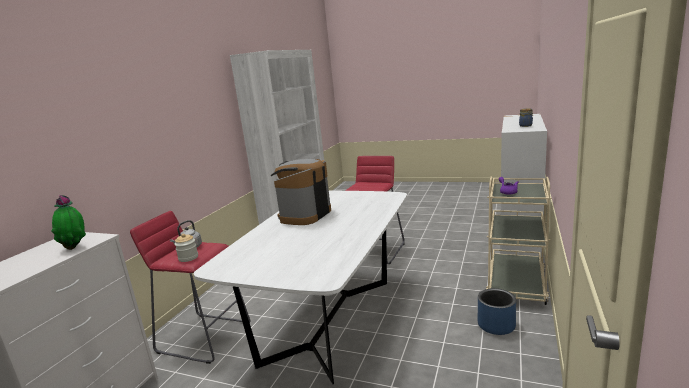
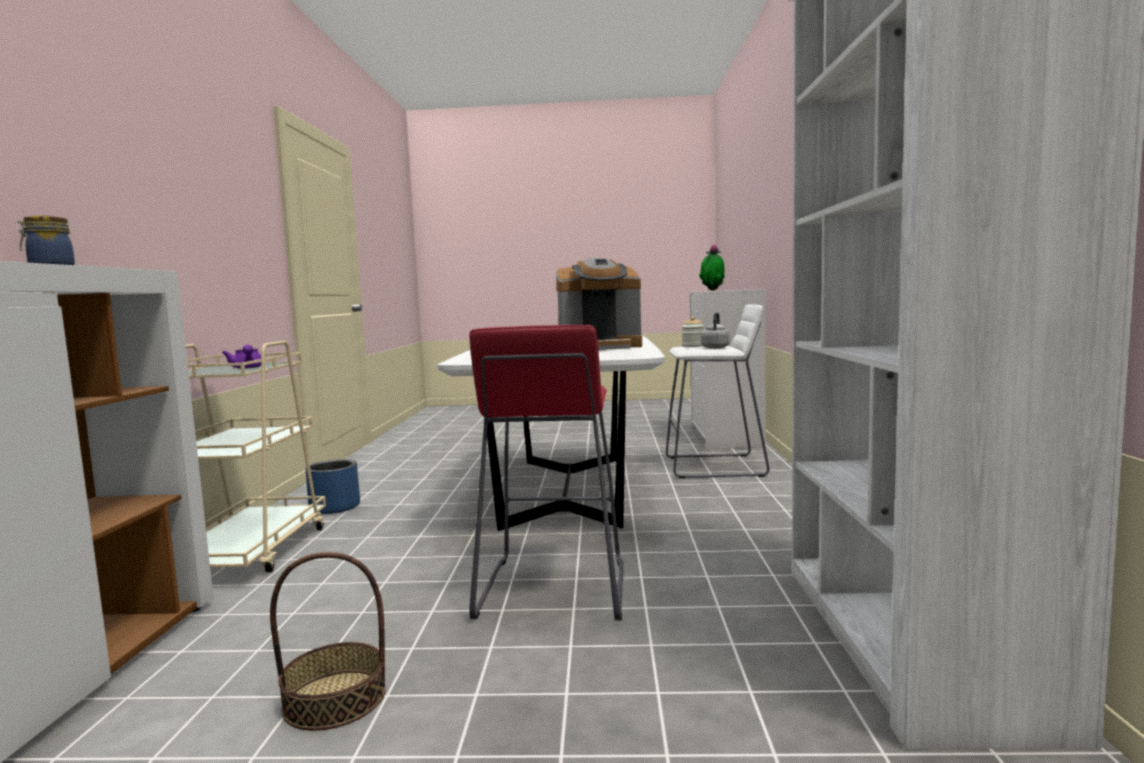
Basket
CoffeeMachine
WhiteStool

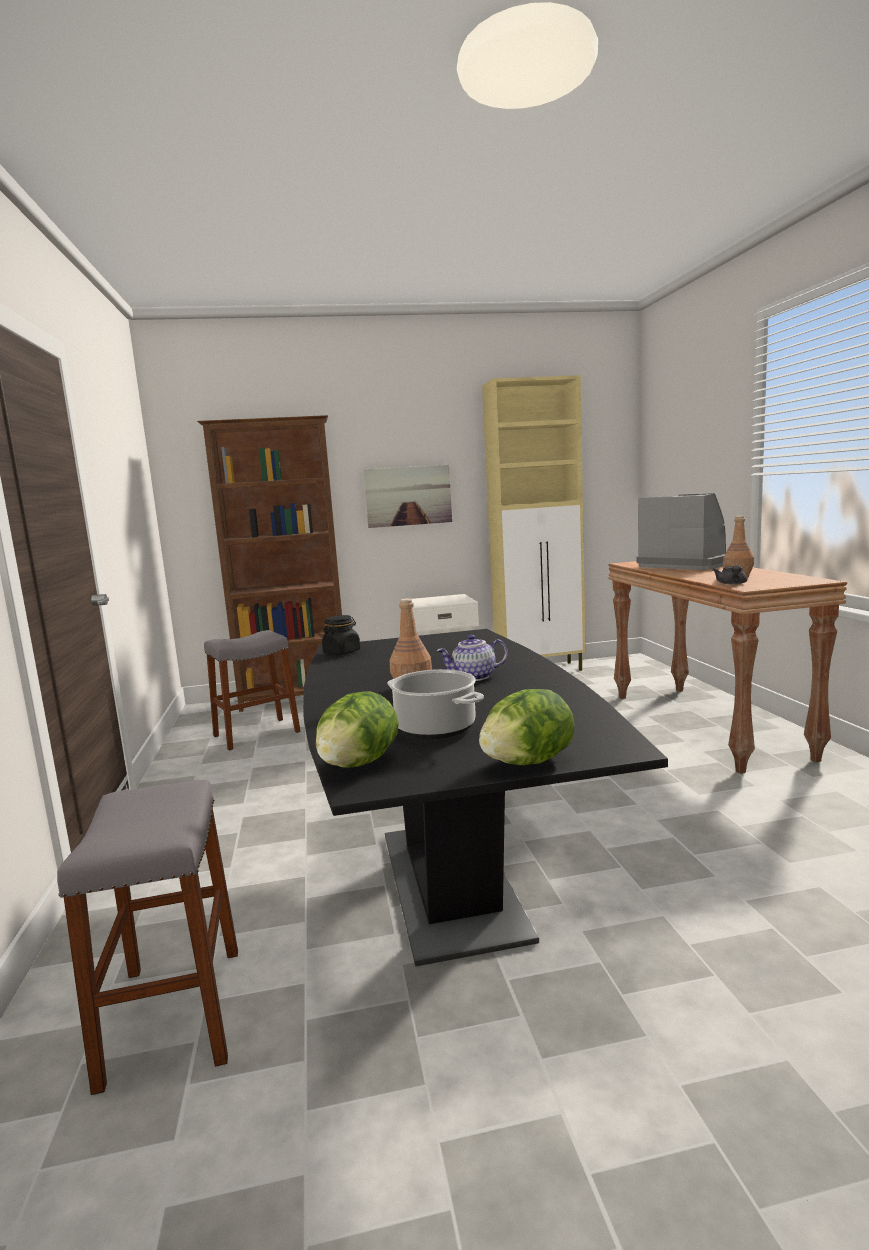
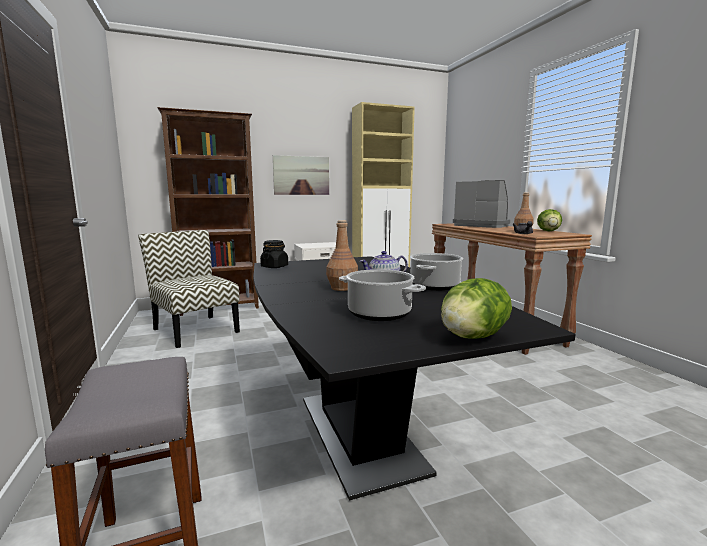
Chair
CookingPot (no. 2 from left)
Lettuce (no. 2 from left)

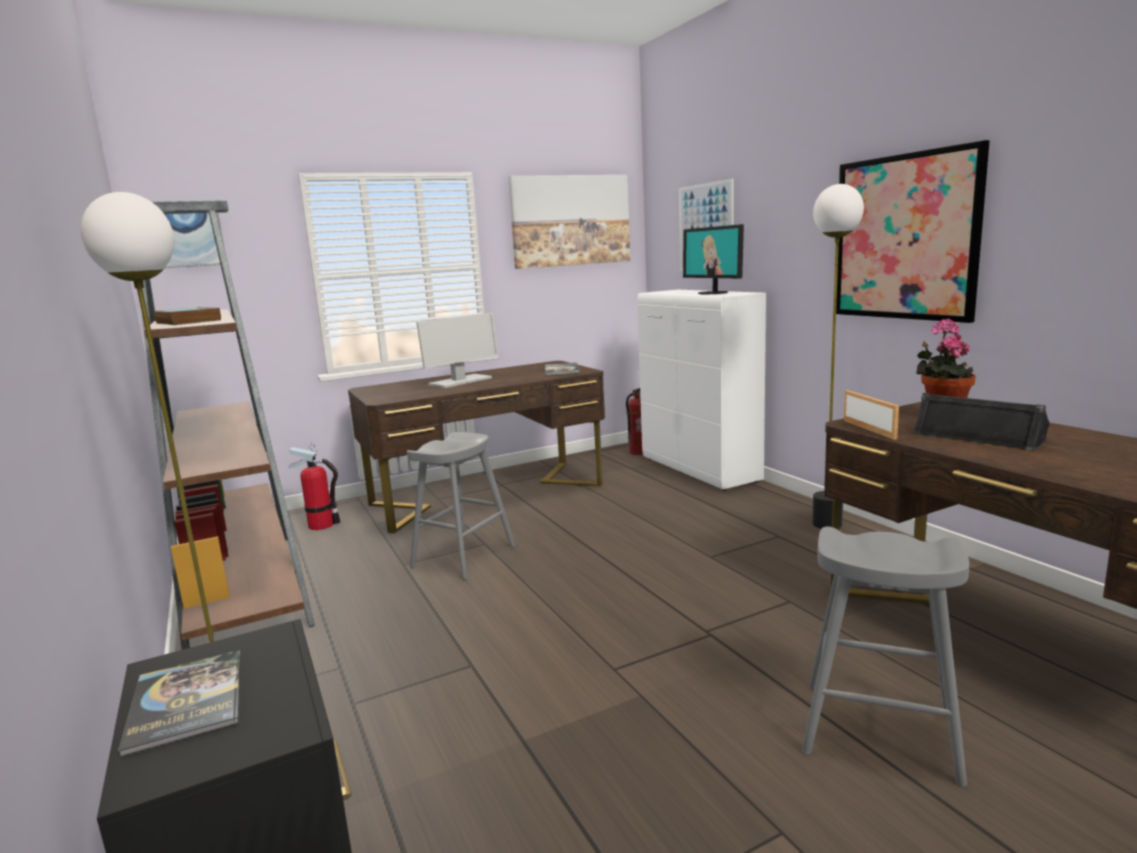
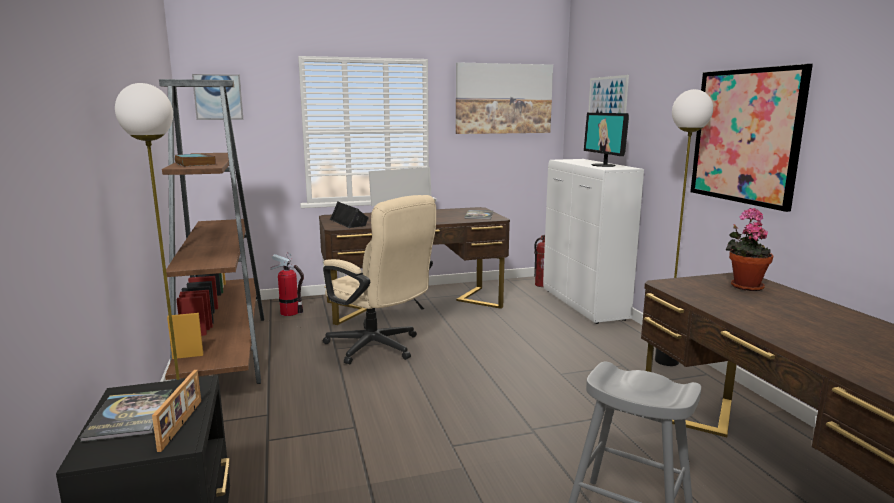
PictureFrame
BeigeOfficeChair
BlackSpeaker

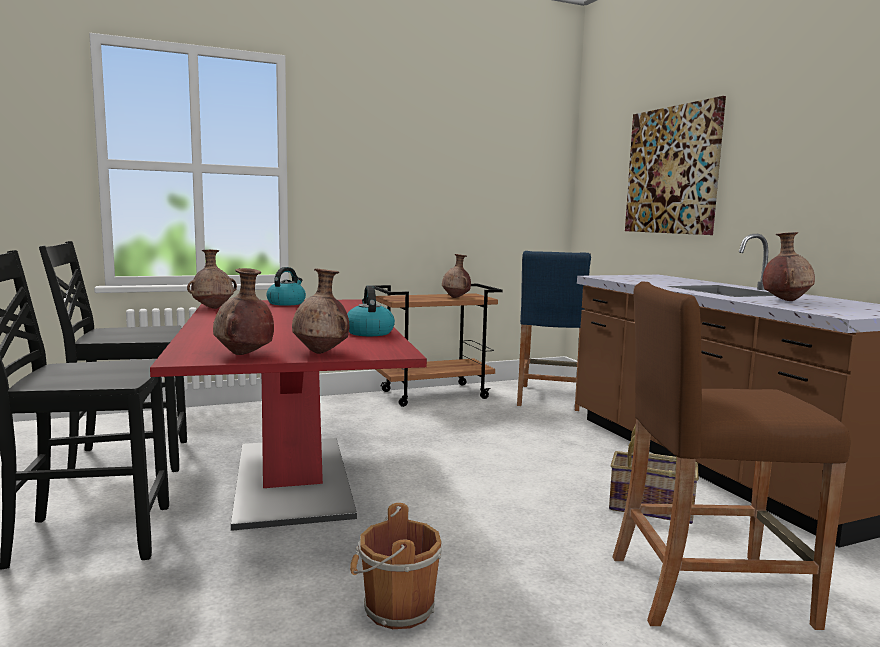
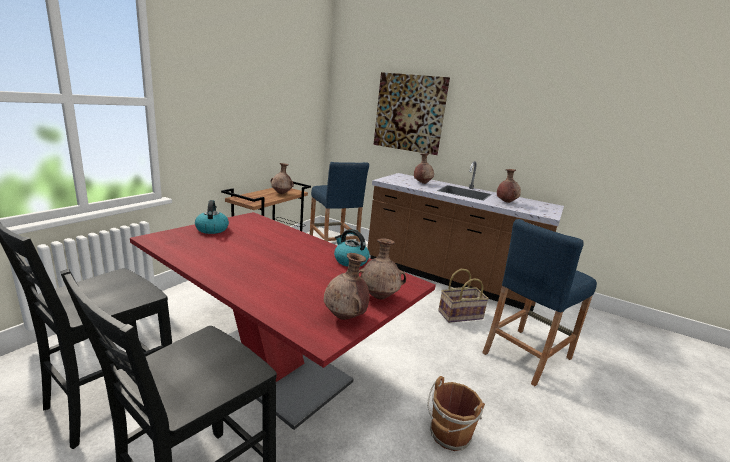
BrownVase (no. 4 from left)
BlueStool (no. 2 from left)

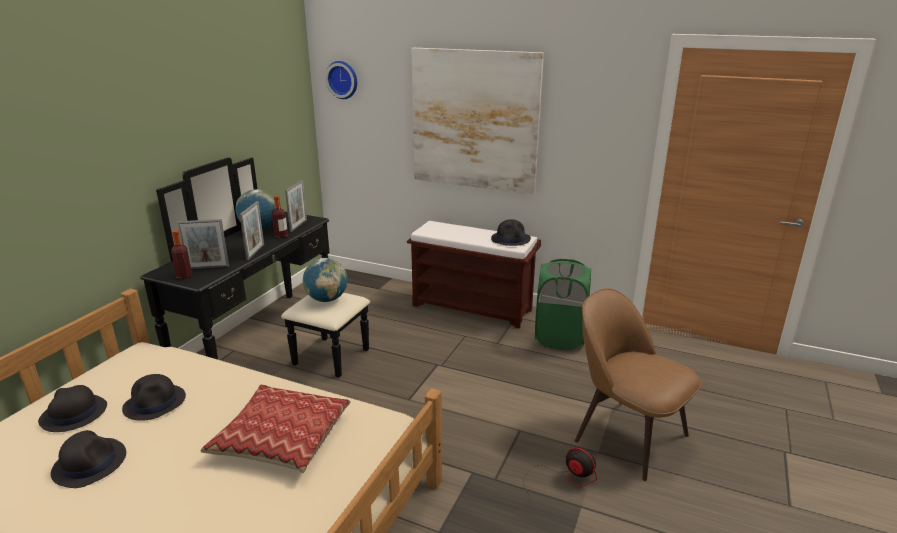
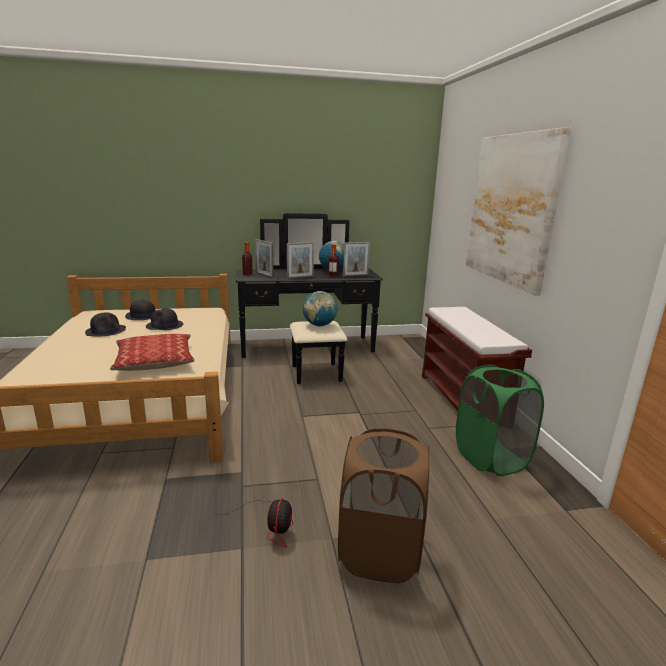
BrownLaundryBasket
WallClock
BlackHat (no. 4 from left in the first image)

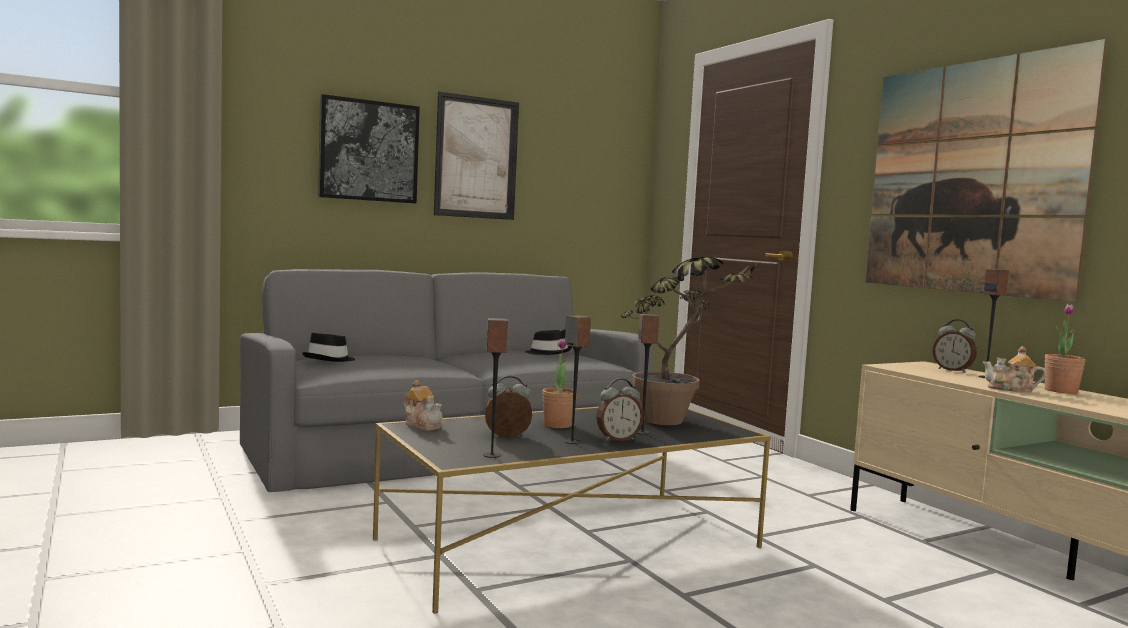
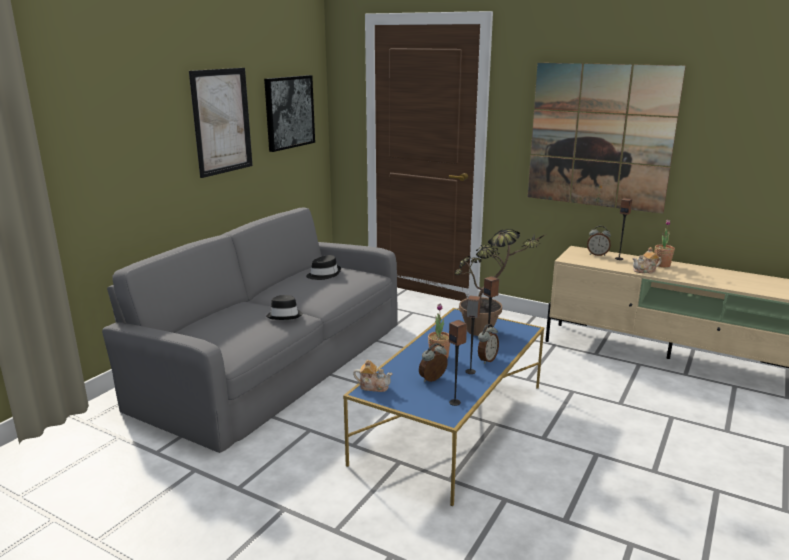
Picture (no. 2 from left)
BlackHat (no. 1 from left)
BlueCoffeeTable

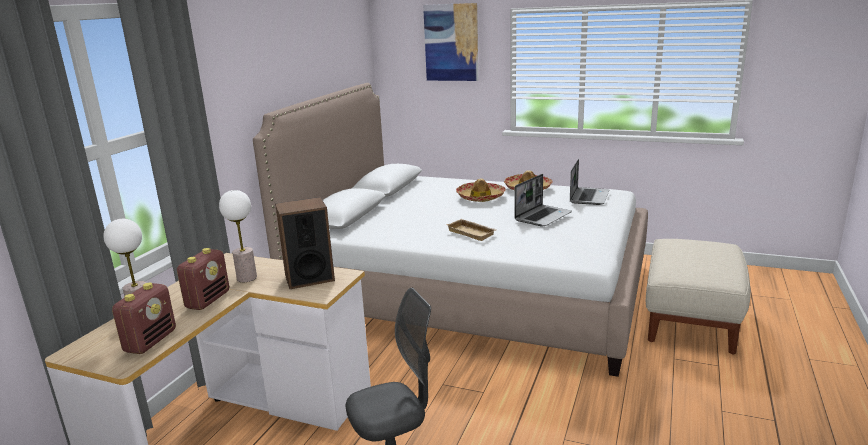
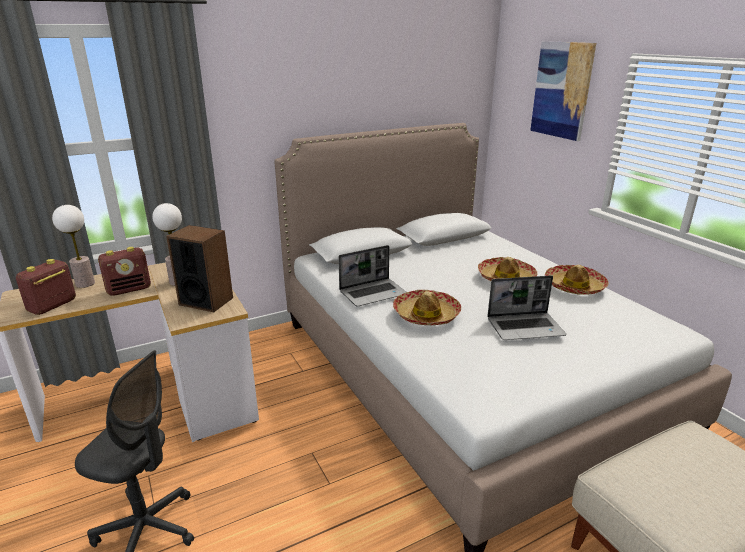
Radio (no. 1 from left)
Laptop (no. 1 from left)
Hat (no. 1 from left)

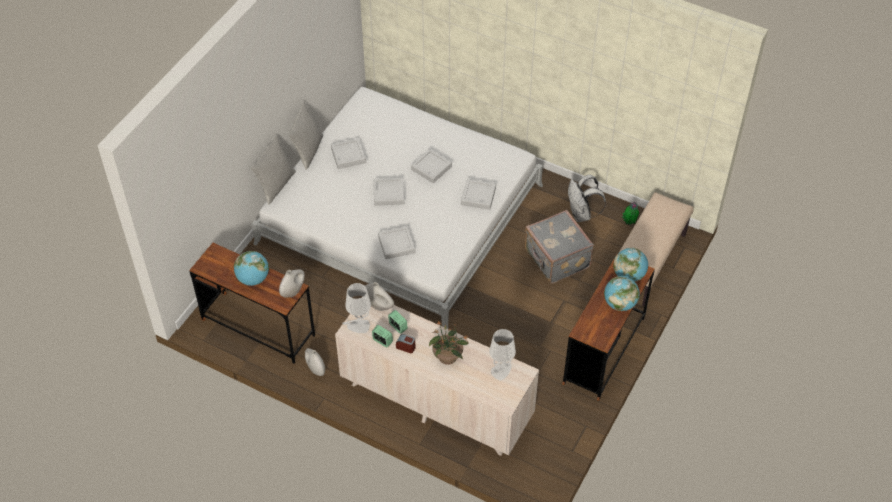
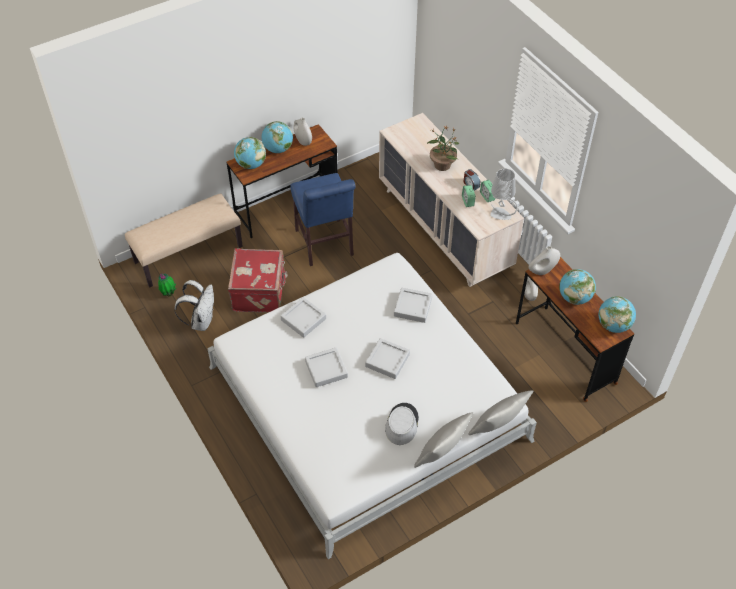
RedSuitcase
BlueChair
WhiteVase (no. 1 from left)
GreyHat
Globe (no. 4 from left)
GreyTableLamp (no. 2 from left in the first image)

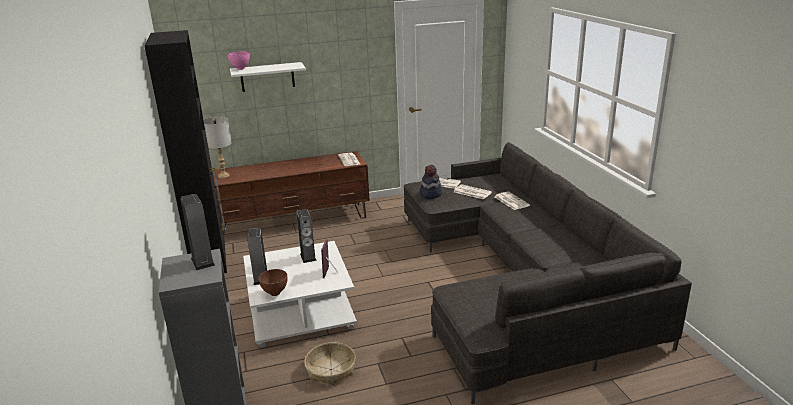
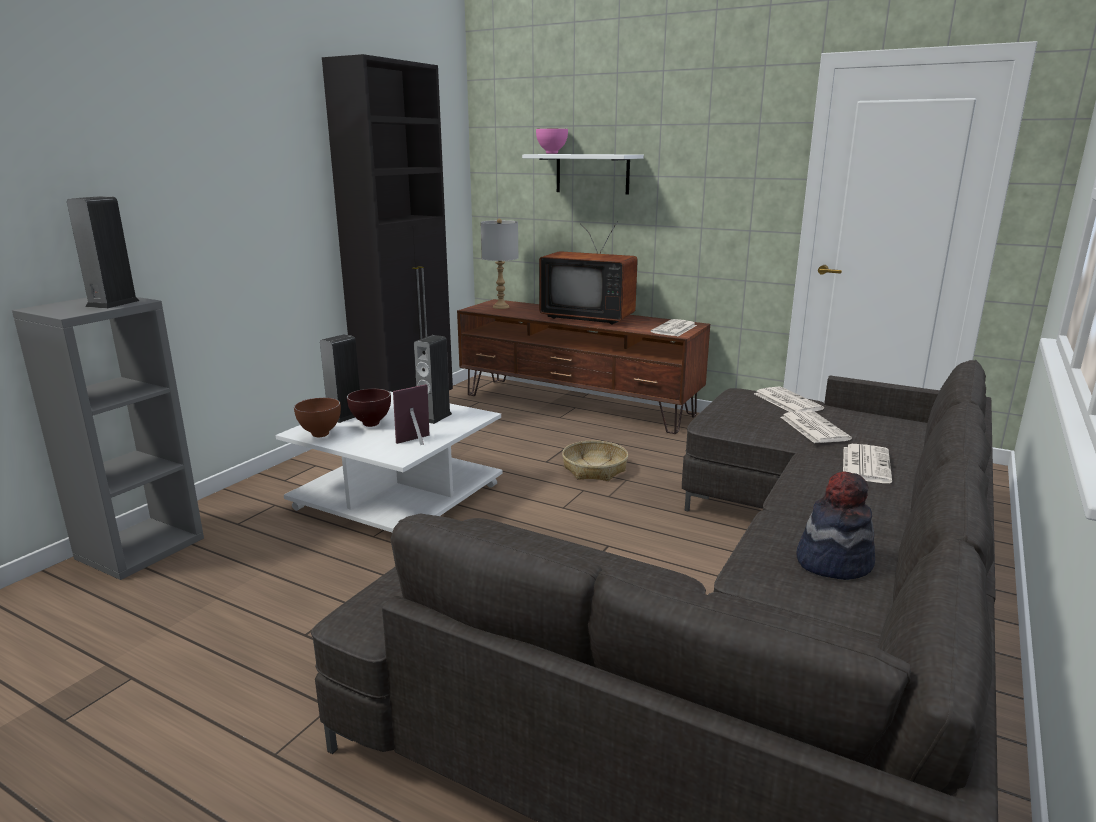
BrownBowl (no. 2 from left)
Television
Basket
Hat

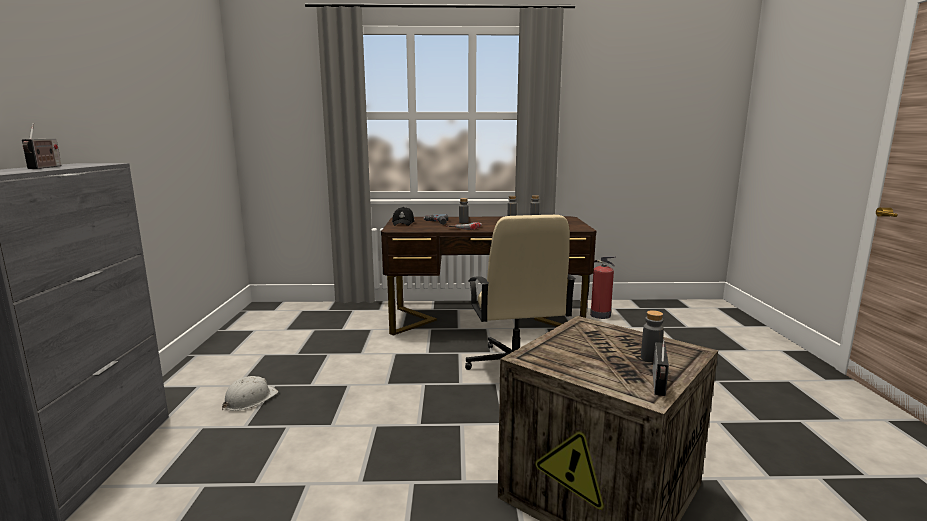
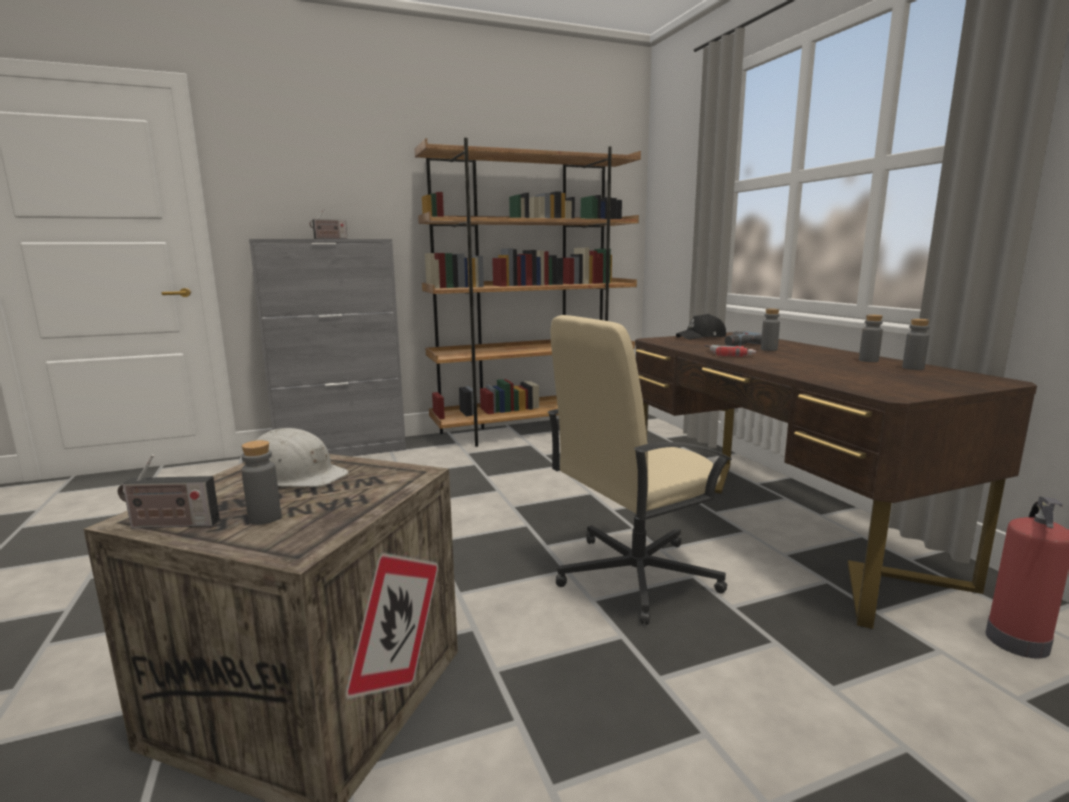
WhiteHardHat
BrownBookcase

